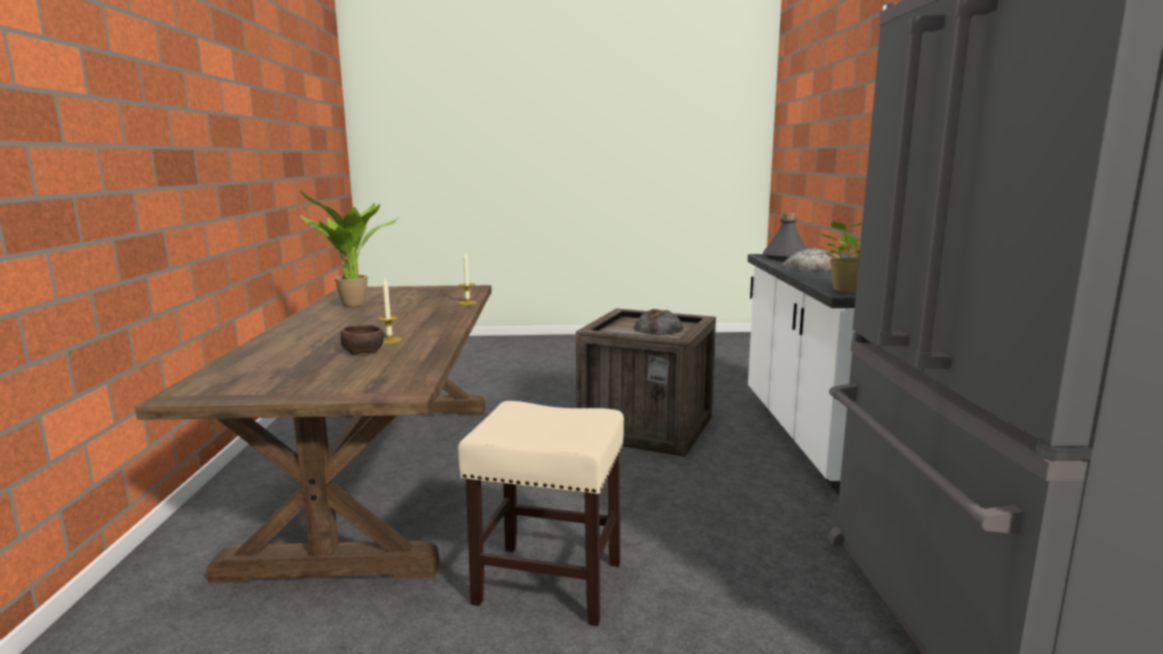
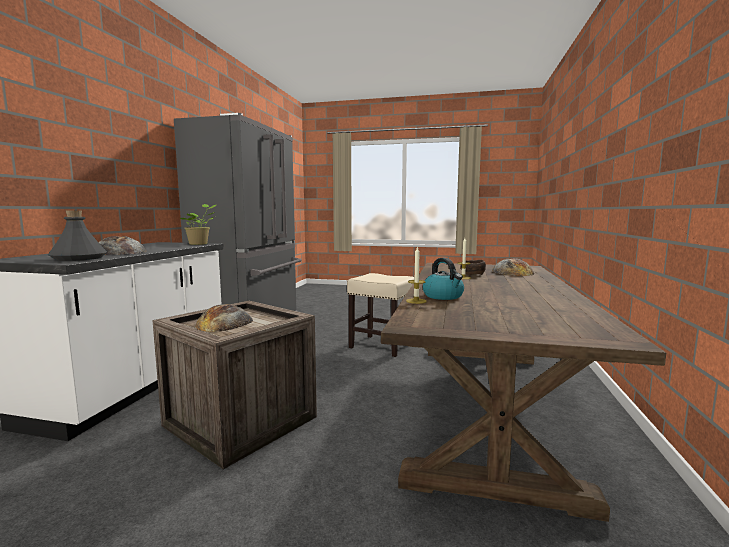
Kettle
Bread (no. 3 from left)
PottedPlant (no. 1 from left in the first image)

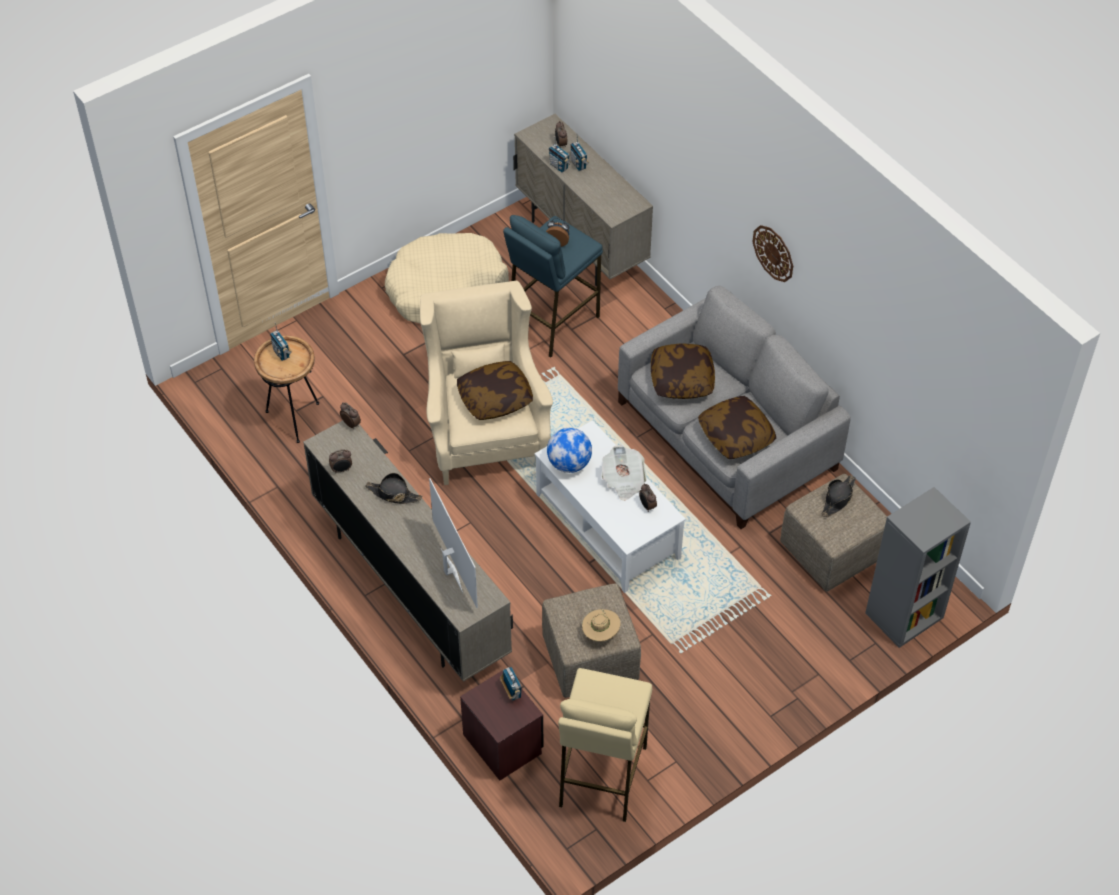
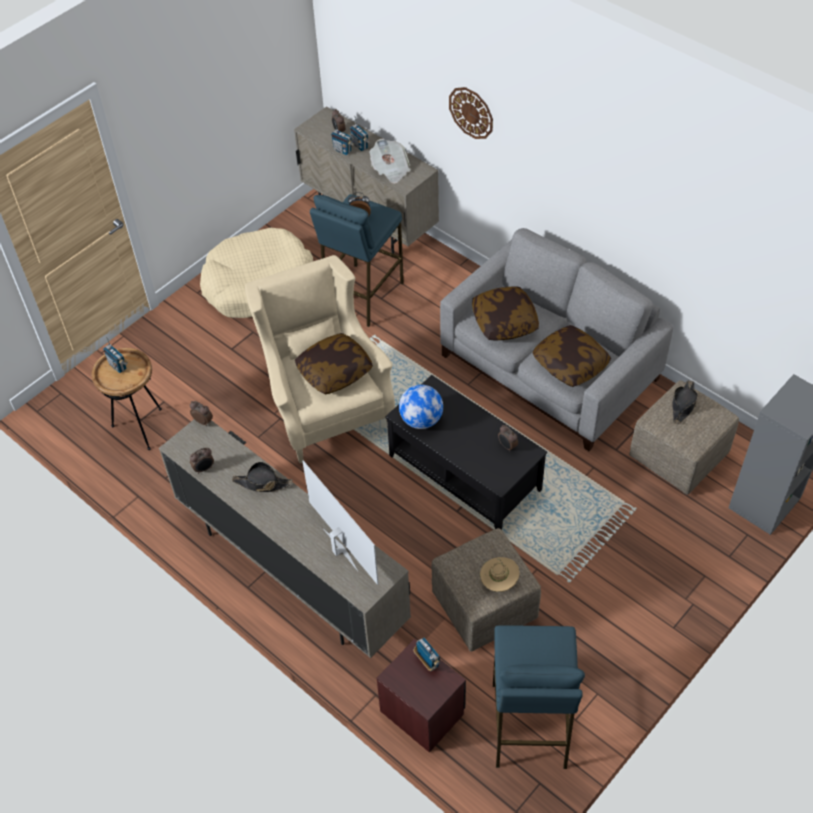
Newspaper
BlackCoffeeTable
WallClock
BlueStool (no. 2 from left)

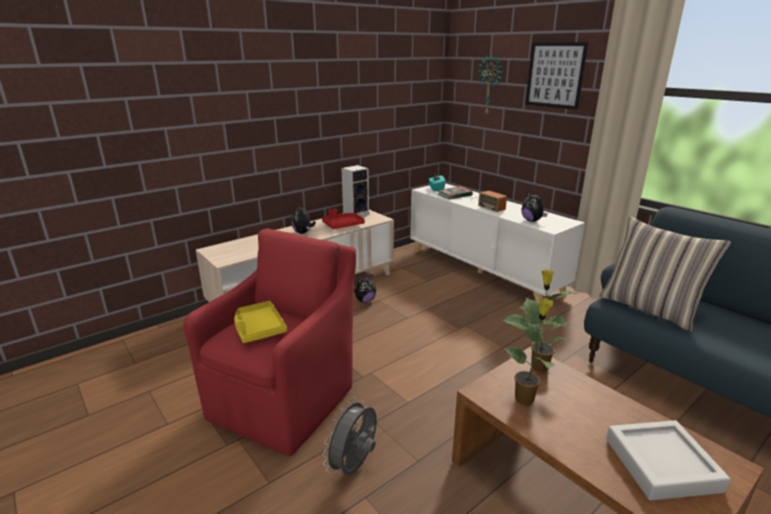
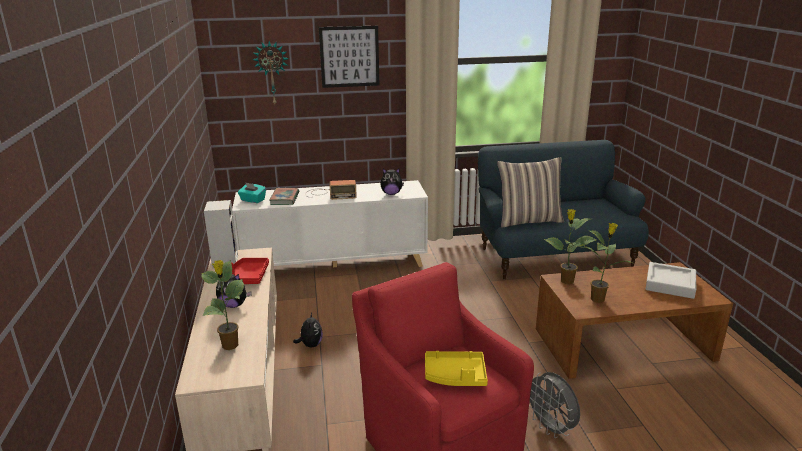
PottedPlant (no. 1 from left)

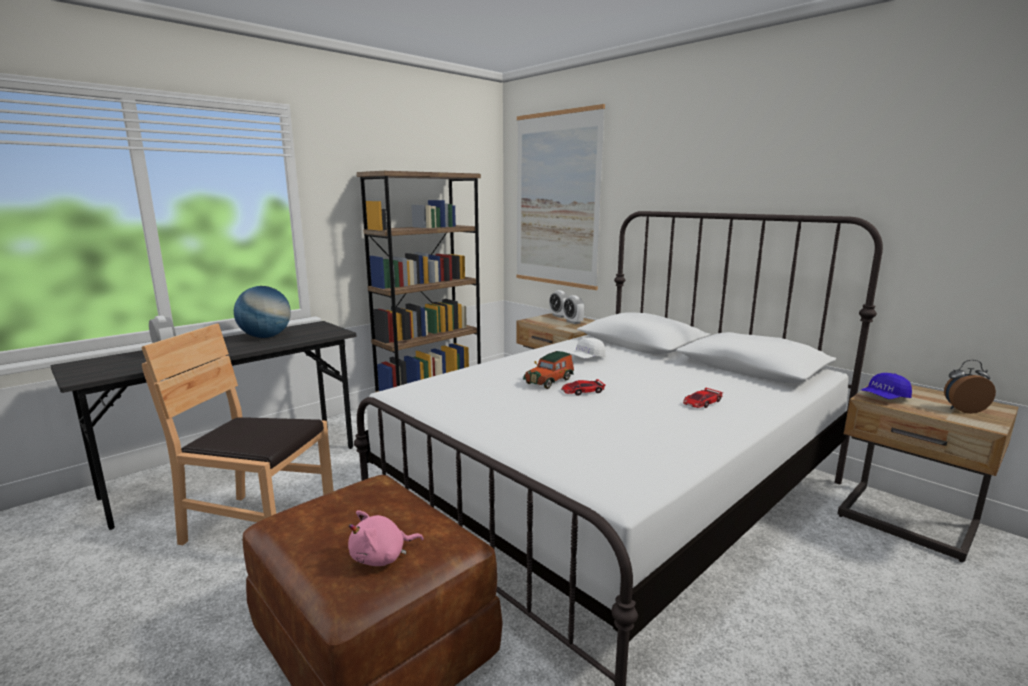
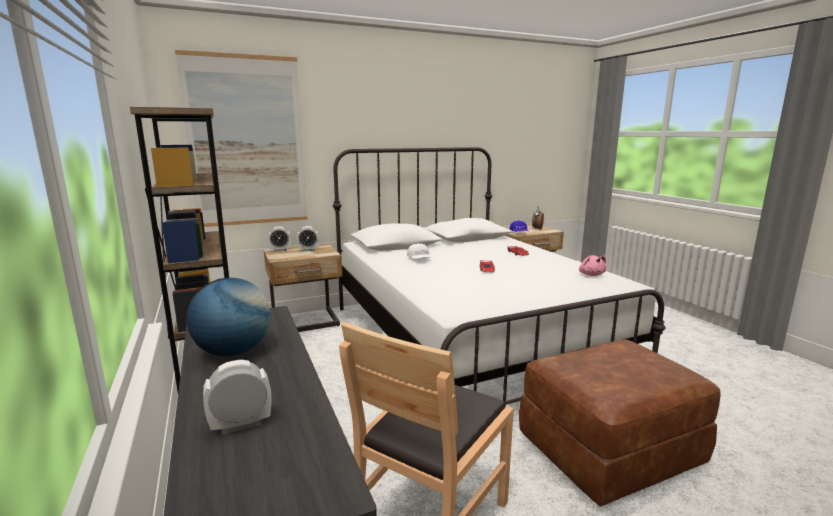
PinkPlushToy
ToyCar (no. 1 from left in the first image)

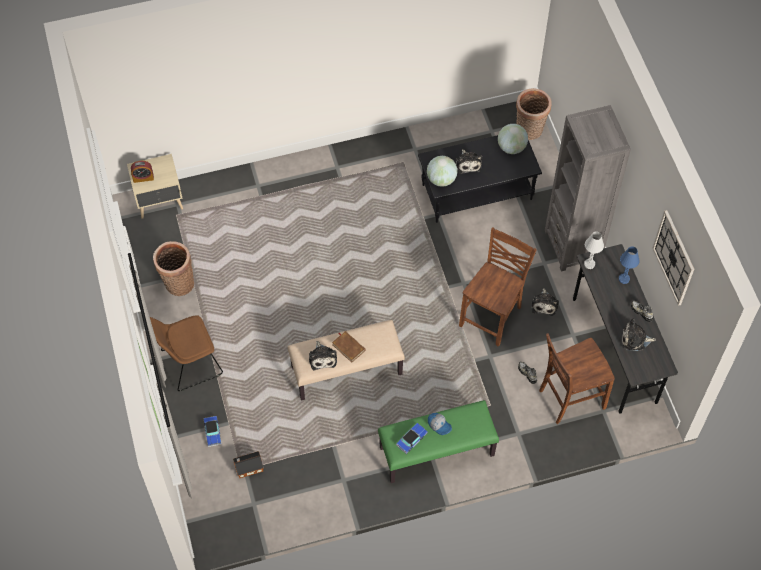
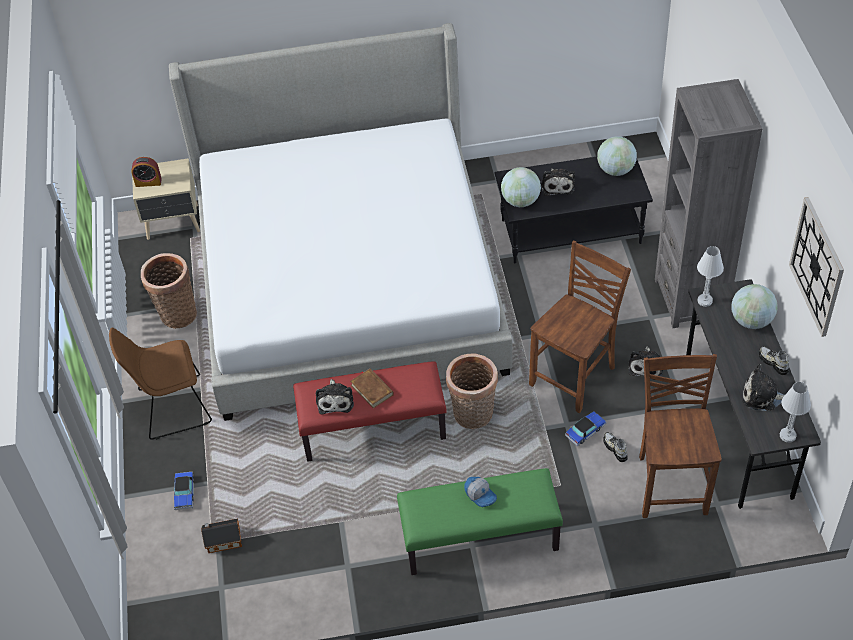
Bed
RedBench
Basket (no. 2 from left)
ToyCar (no. 2 from left)
BrownChair (no. 3 from left)
Globe (no. 3 from left)
WhiteTableLamp (no. 2 from left)

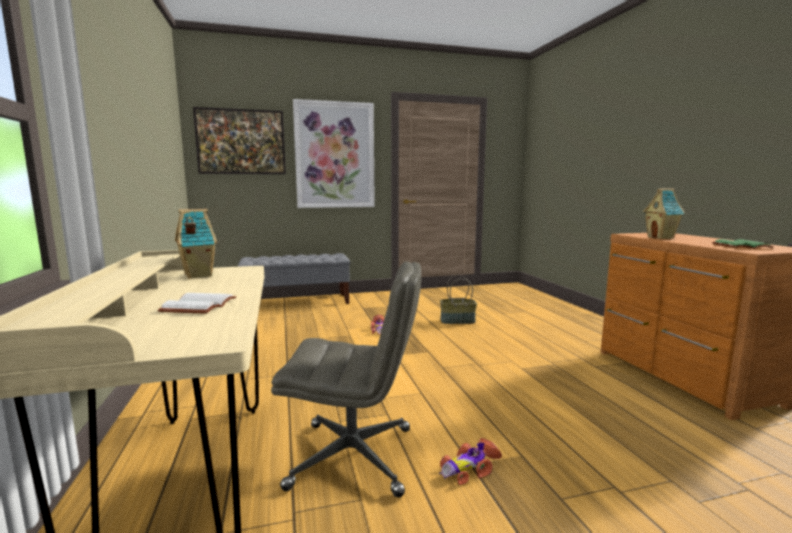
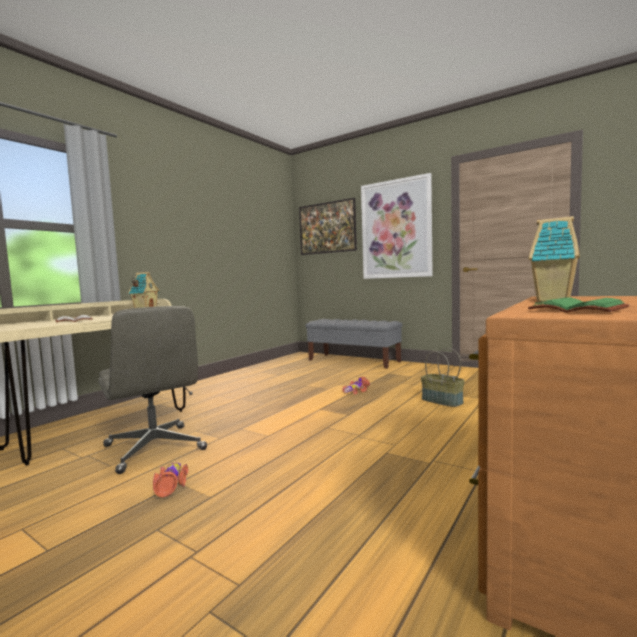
ToyCar (no. 1 from left)

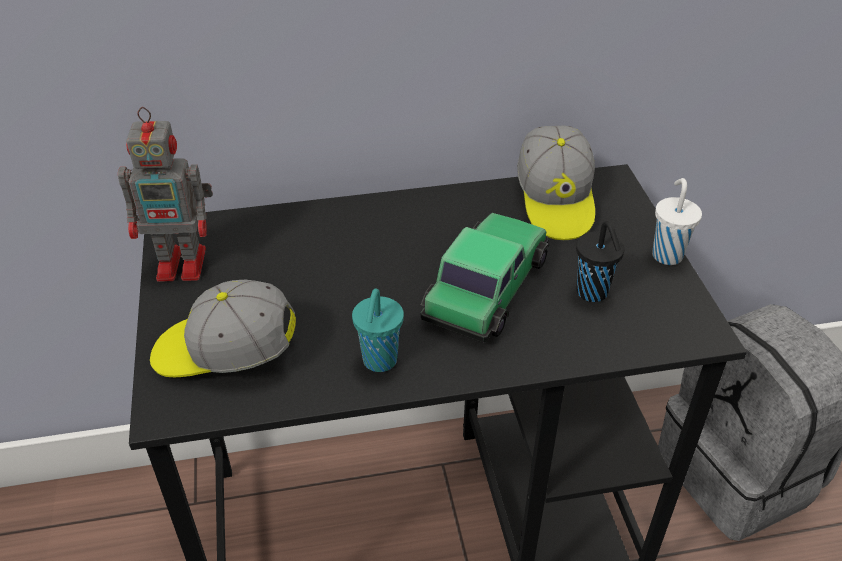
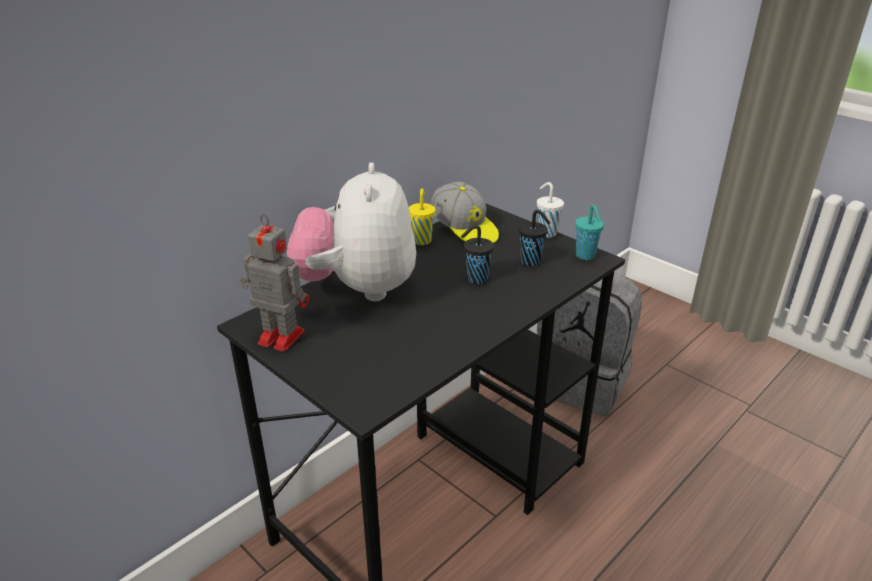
ToyRobot
PlushToy
YellowCup
BlackCup (no. 1 from left)
TurquoiseCup
Cap (no. 1 from left in the first image)

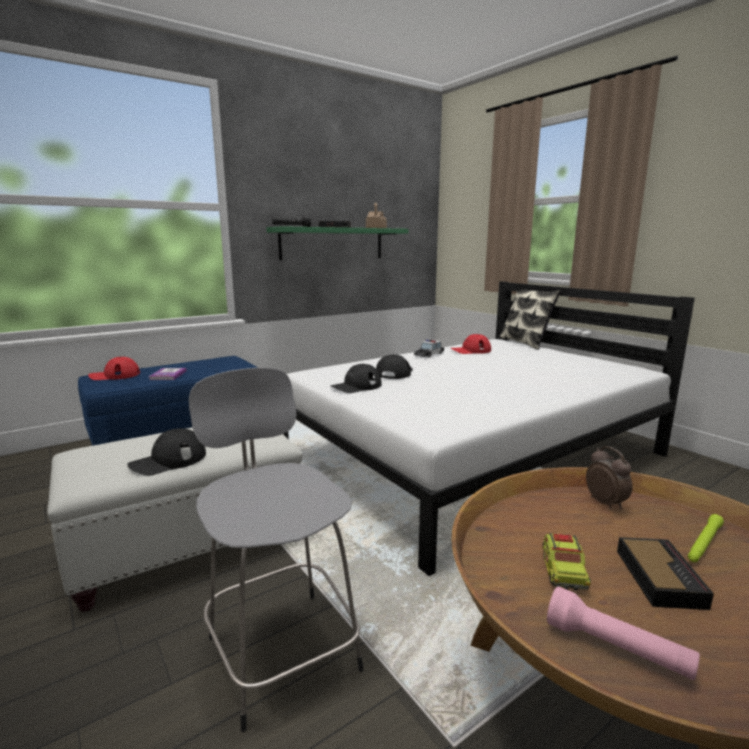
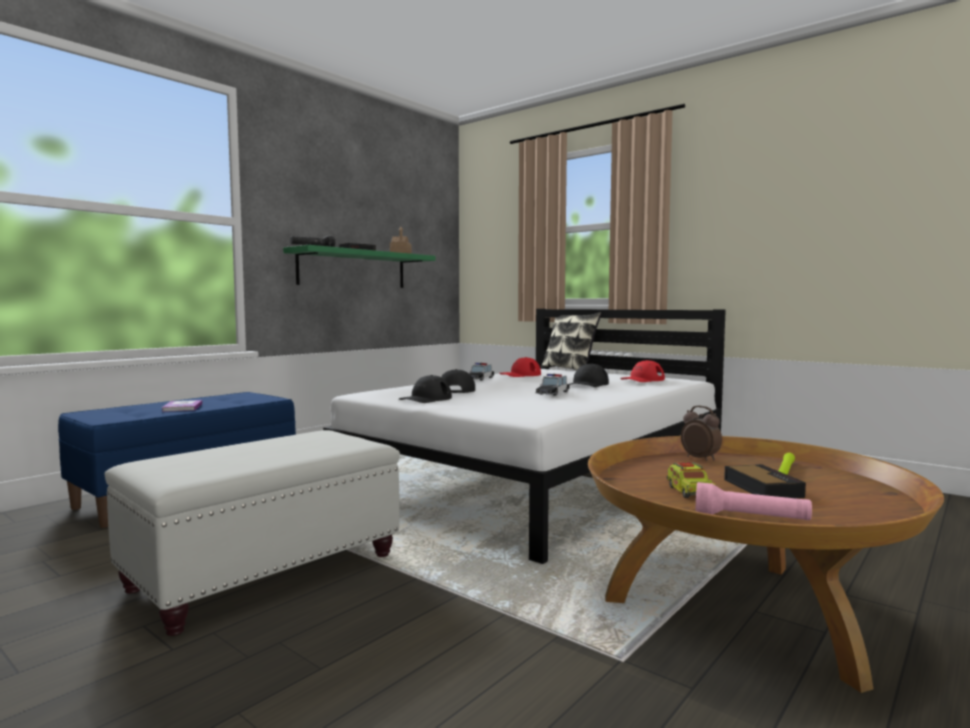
ToyCar (no. 2 from left)
BlackCap (no. 3 from left)
RedCap (no. 2 from left)
GreyStool

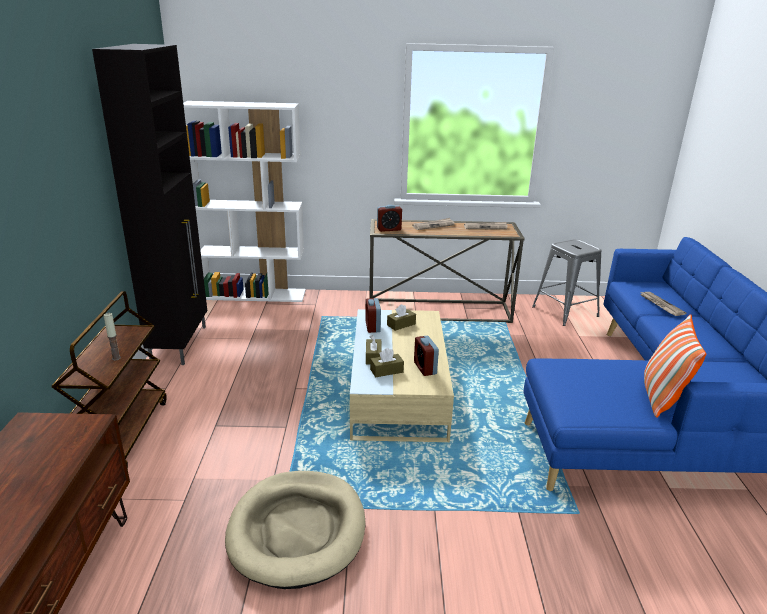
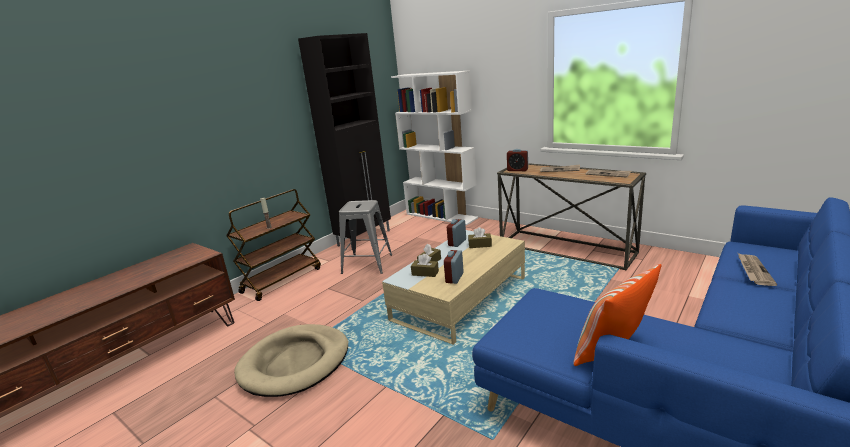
GreyStool

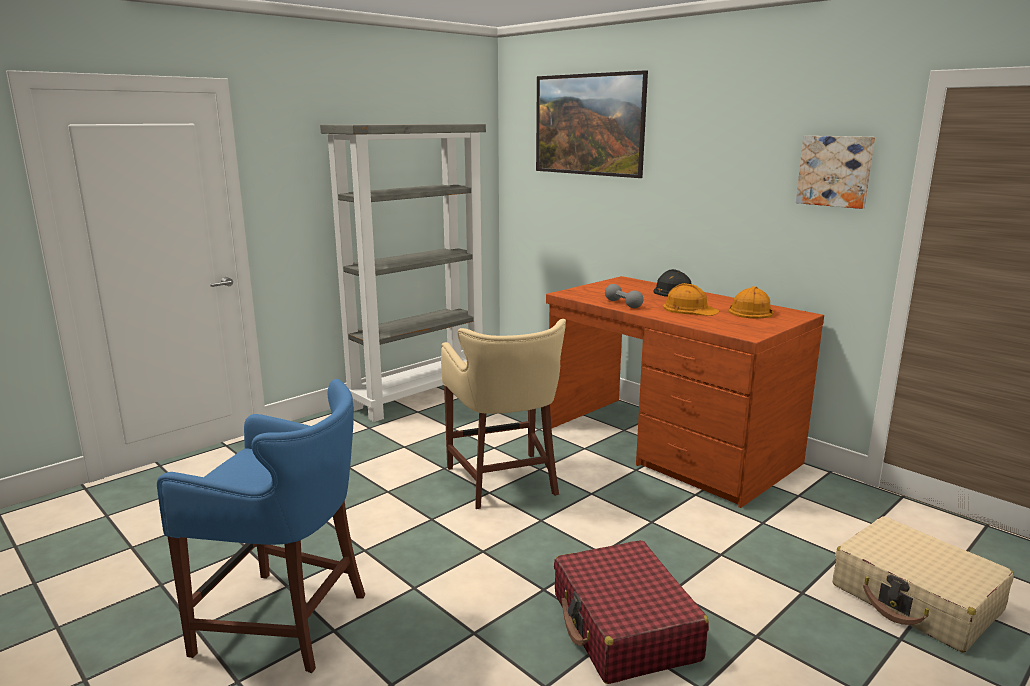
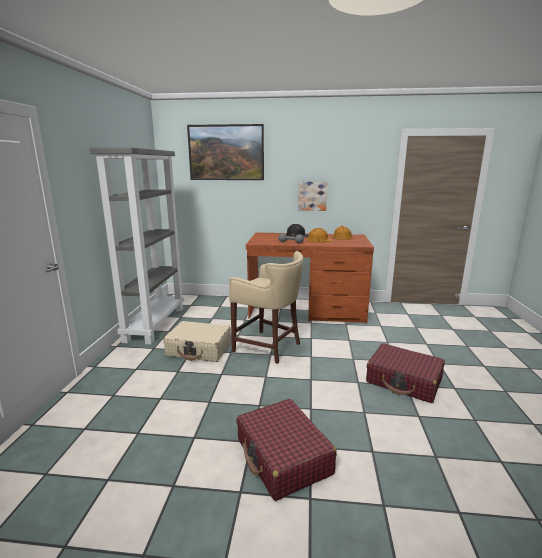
BeigeSuitcase
RedSuitcase (no. 1 from left)
Picture (no. 2 from left)

